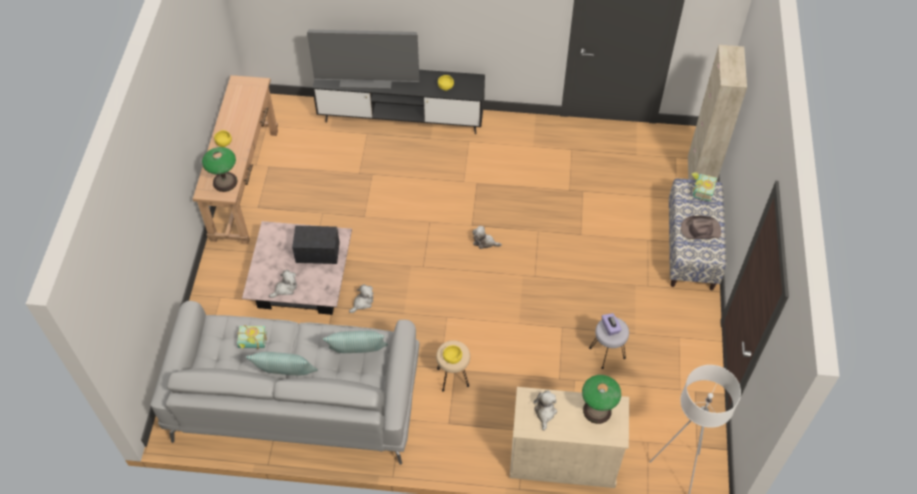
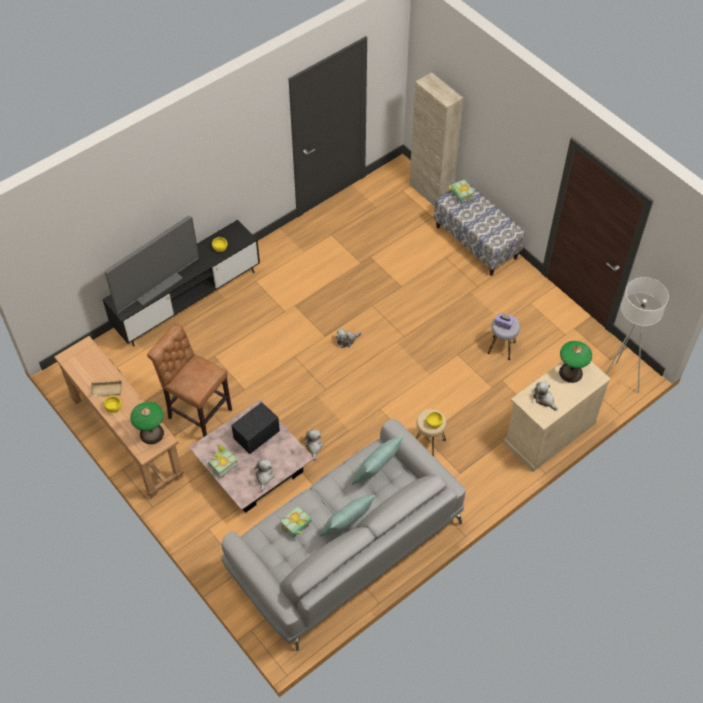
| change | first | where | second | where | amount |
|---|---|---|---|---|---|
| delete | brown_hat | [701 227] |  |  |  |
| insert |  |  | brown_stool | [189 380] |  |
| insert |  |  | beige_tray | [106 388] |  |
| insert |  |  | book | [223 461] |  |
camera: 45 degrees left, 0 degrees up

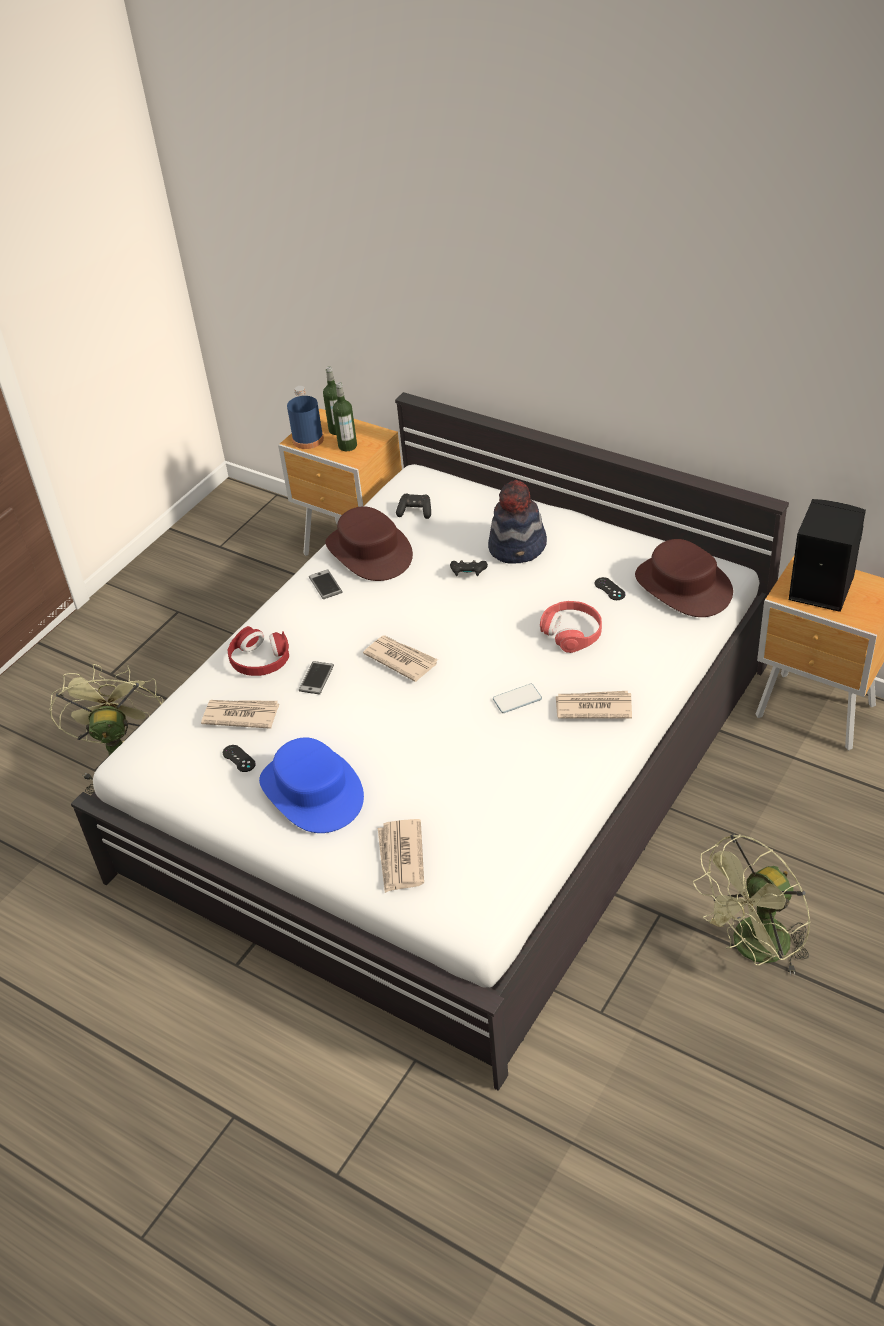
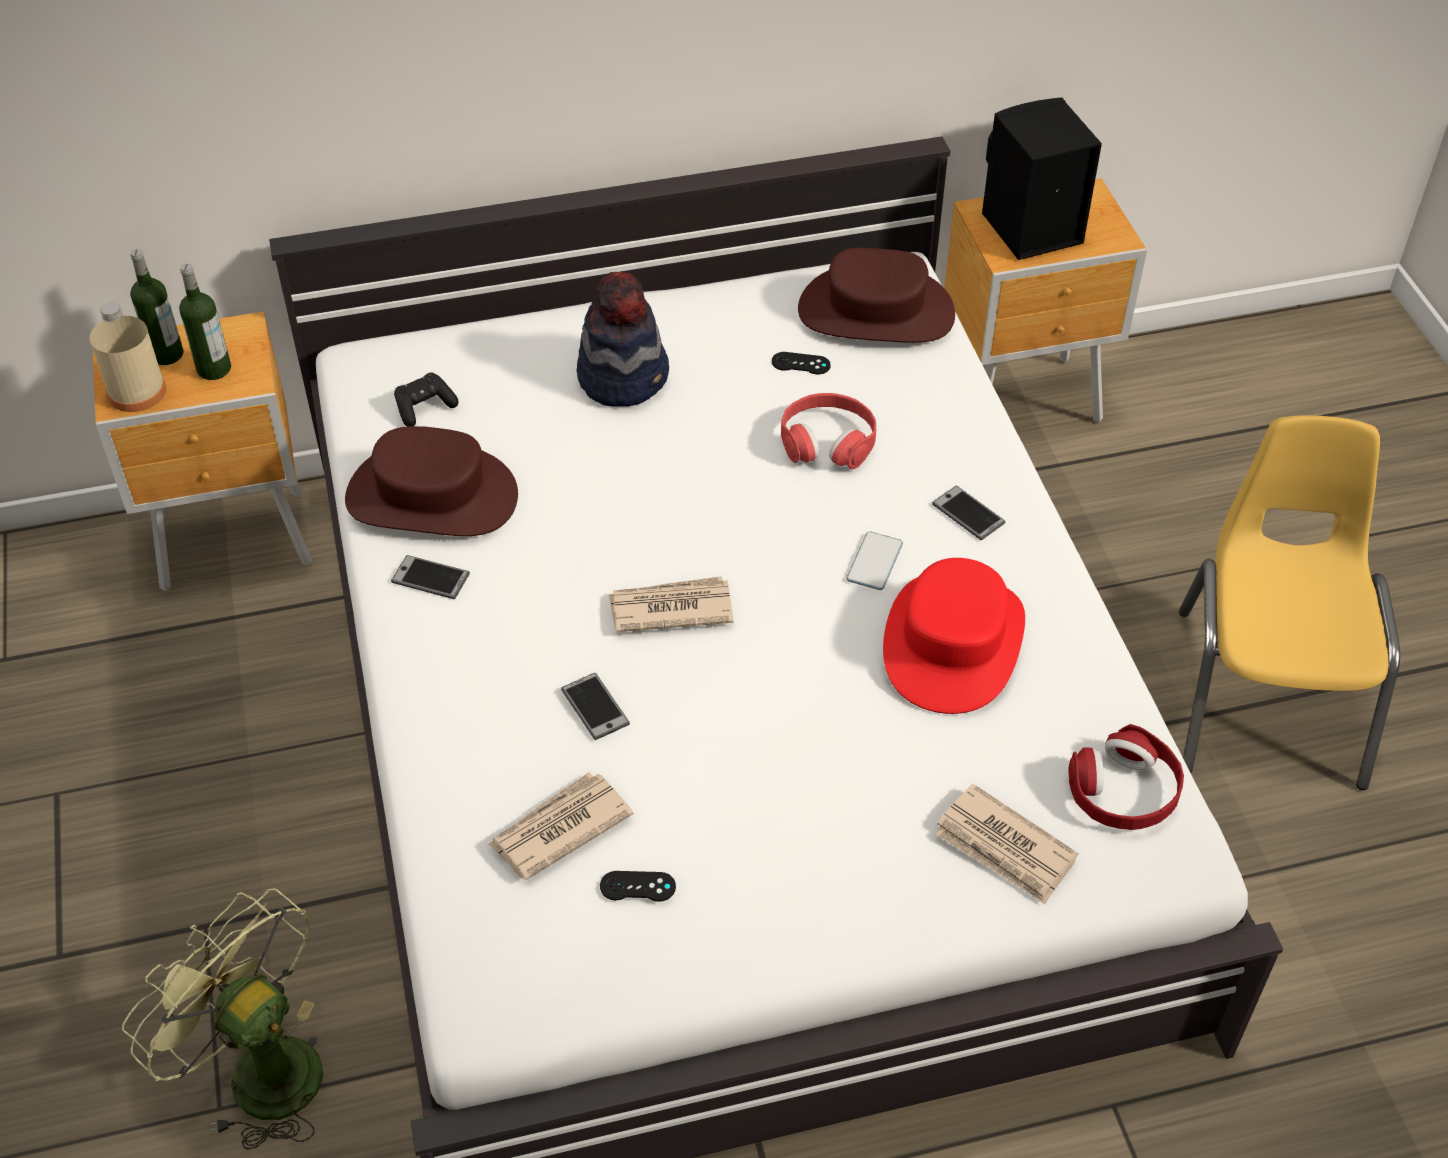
| change | first | where | second | where | amount |
|---|---|---|---|---|---|
| recolor | blue_bottle | [305 417] | beige_bottle | [127 357] |  |
| delete | black_game_controller | [469 568] |  |  |  |
| move | red_headphones | [258 651] |  | [1126 777] |  |
| replace | newspaper | [594 705] | phone | [968 513] |  |
| delete | blue_hat | [311 785] |  |  |  |
| replace | green_fan | [752 905] | yellow_chair | [1289 602] |  |
| insert |  |  | red_hat | [954 636] |  |
camera: 50 degrees left, 5 degrees up

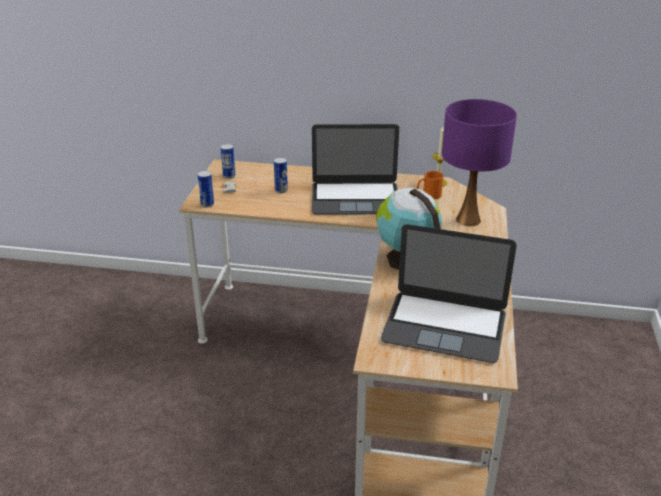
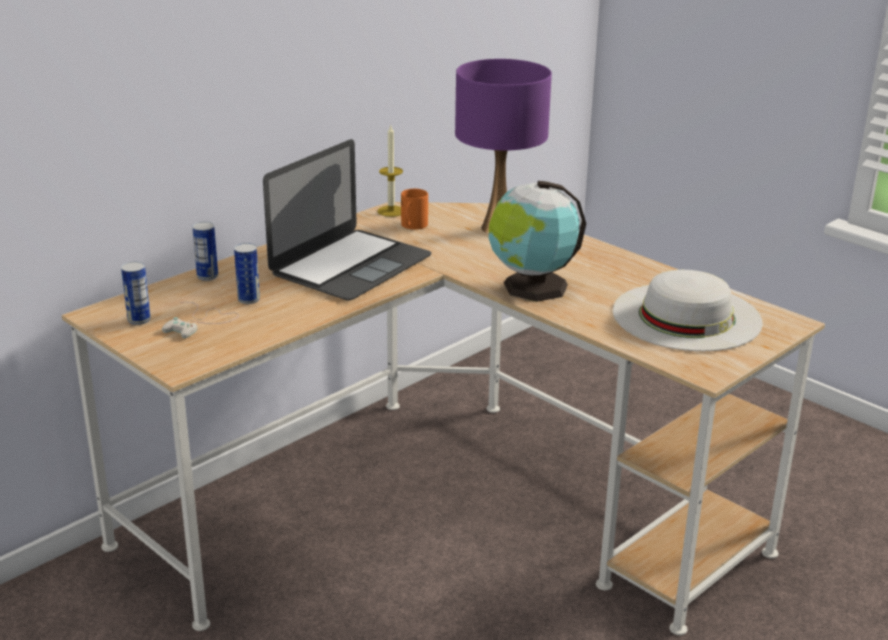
| change | first | where | second | where | amount |
|---|---|---|---|---|---|
| move | can | [206 189] |  | [205 251] |  |
| replace | laptop | [449 293] | white_hat | [688 310] |  |
camera: 55 degrees left, 5 degrees down

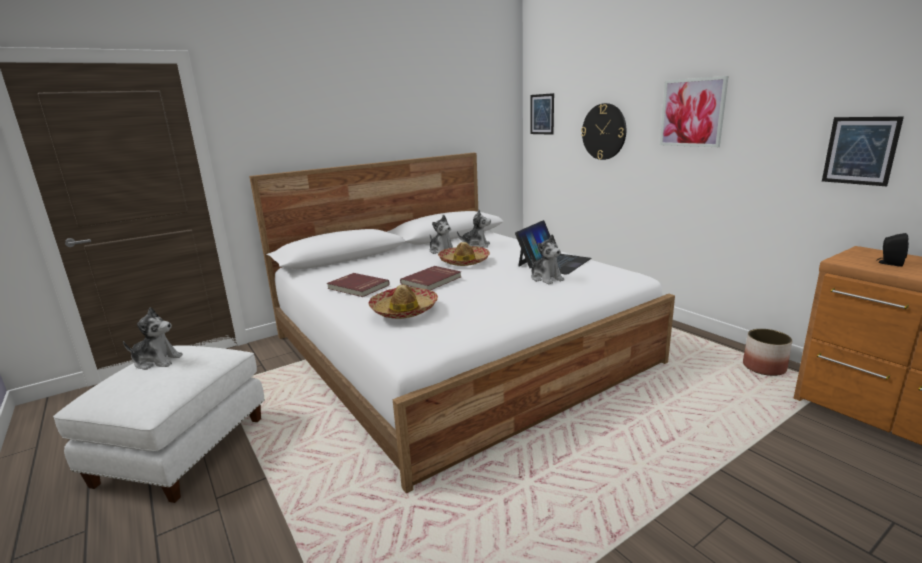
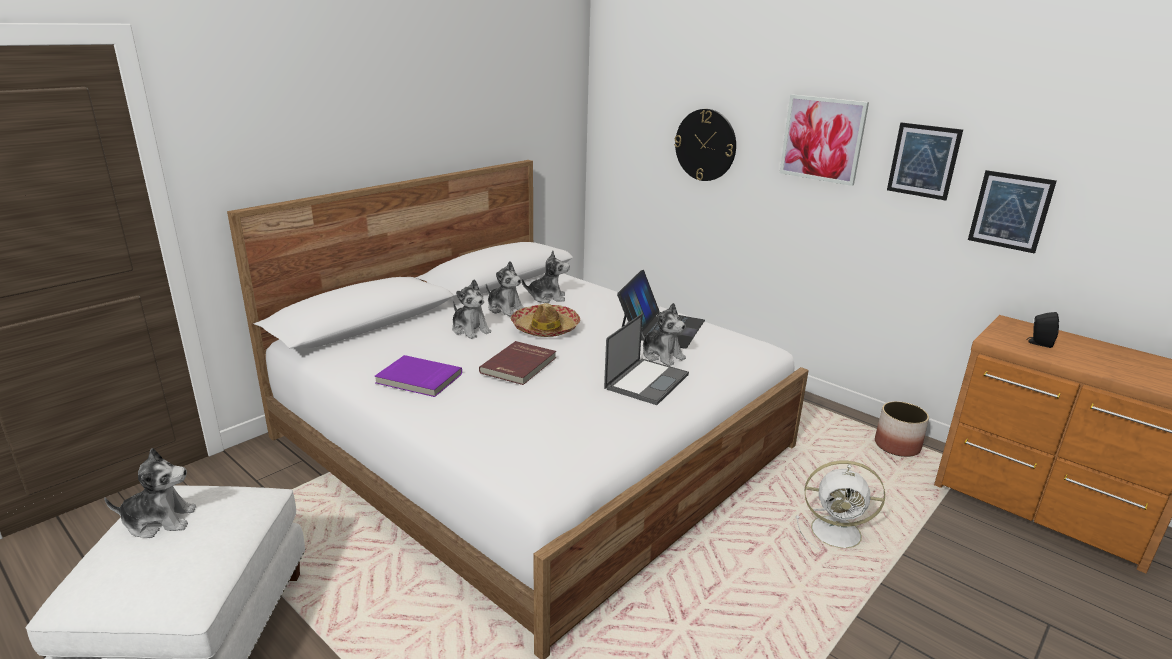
| change | first | where | second | where | amount |
|---|---|---|---|---|---|
| move | picture | [542 114] |  | [925 162] |  |
| recolor | red_book | [358 285] | purple_book | [418 376] |  |
| delete | hat | [403 302] |  |  |  |
| insert |  |  | plush_toy | [471 309] |  |
| insert |  |  | laptop | [646 359] |  |
| insert |  |  | white_fan | [840 505] |  |
camera: 15 degrees left, 5 degrees up

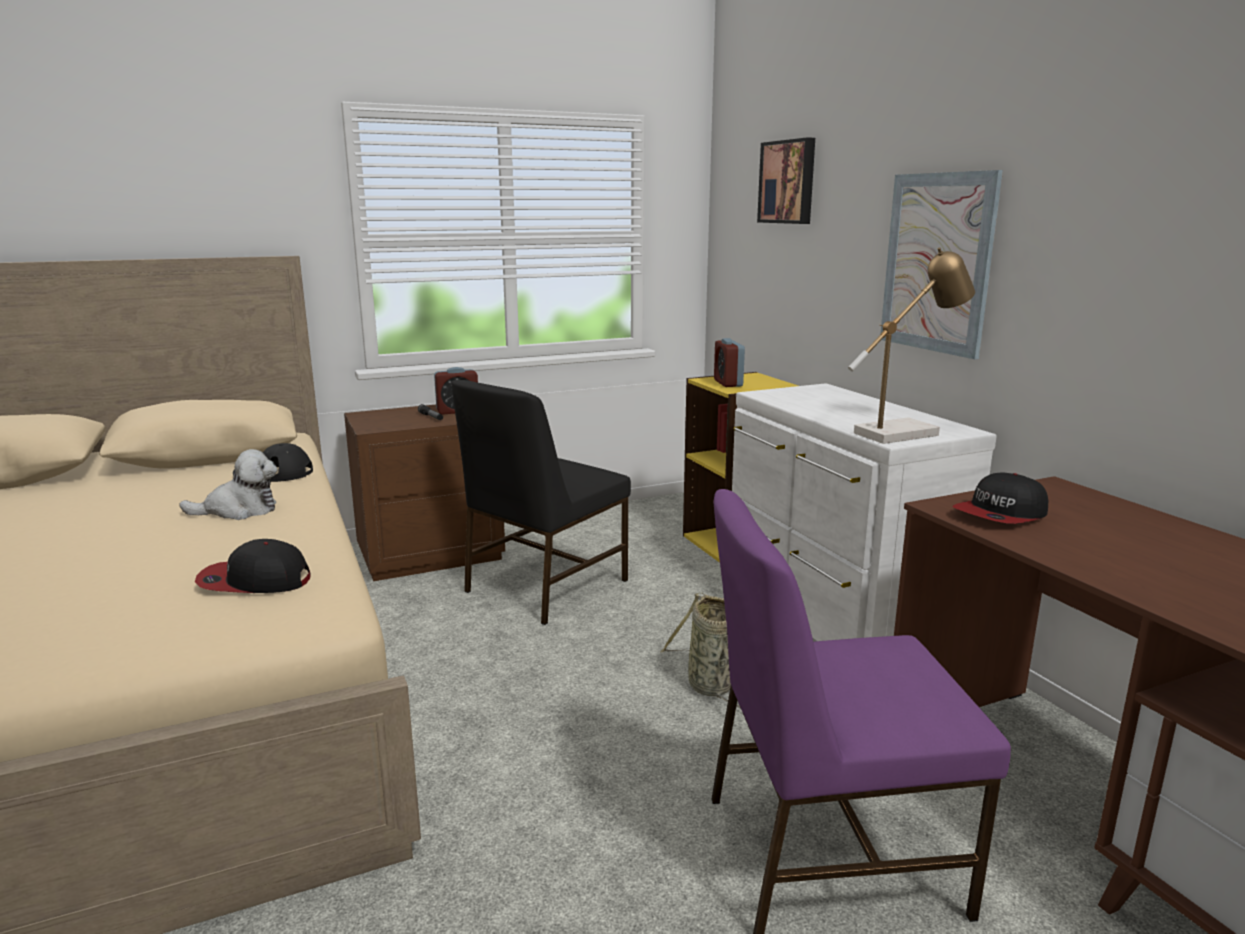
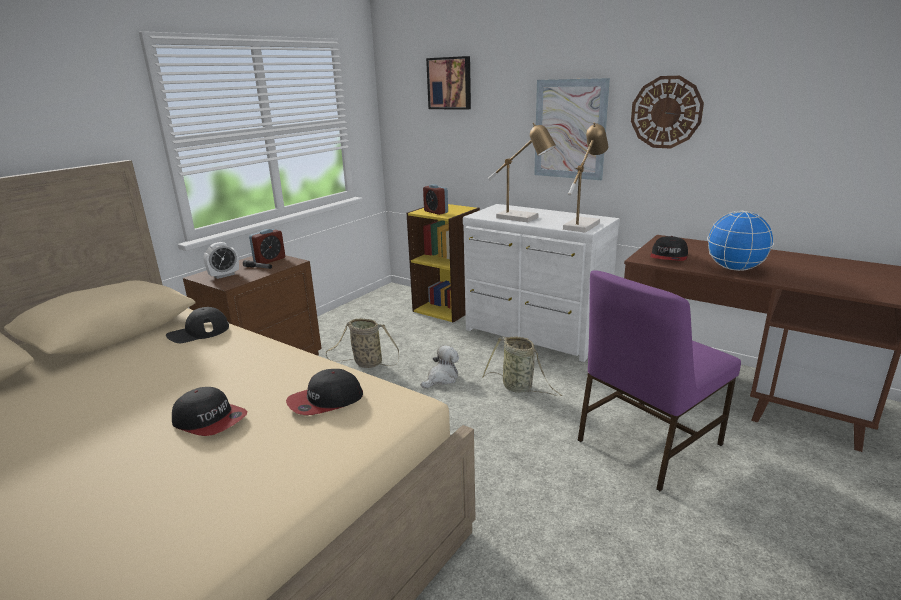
| change | first | where | second | where | amount |
|---|---|---|---|---|---|
| replace | black_chair | [541 502] | basket | [362 343] |  |
| move | plush_toy | [228 484] |  | [440 366] |  |
| insert |  |  | wall_clock | [667 112] |  |
| insert |  |  | table_lamp | [522 172] |  |
| insert |  |  | globe | [740 240] |  |
| insert |  |  | alarm_clock | [221 260] |  |
| insert |  |  | cap | [209 411] |  |
camera: 30 degrees left, 5 degrees up

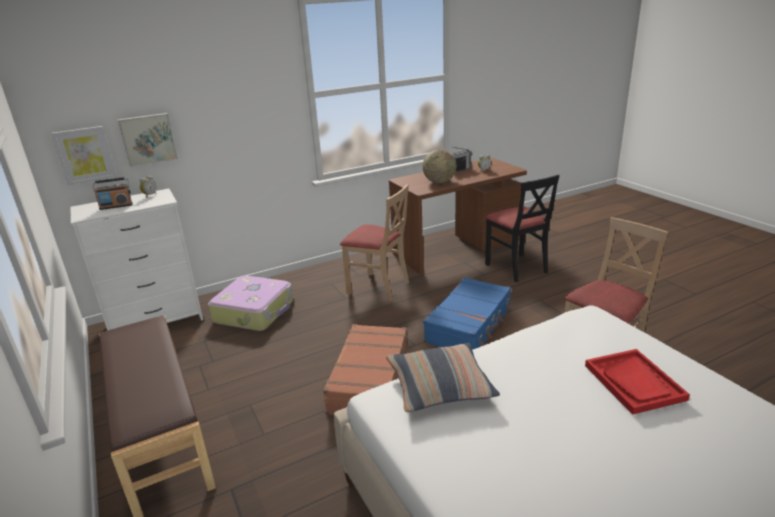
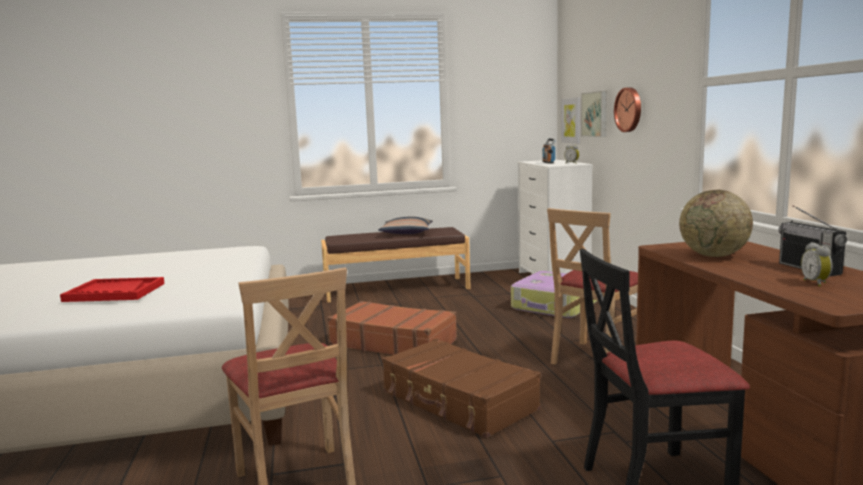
| change | first | where | second | where | amount |
|---|---|---|---|---|---|
| recolor | blue_suitcase | [467 313] | brown_suitcase | [461 388] |  |
| move | pillow | [443 377] |  | [405 225] |  |
| insert |  |  | wall_clock | [627 109] |  |
camera: 105 degrees right, 15 degrees down

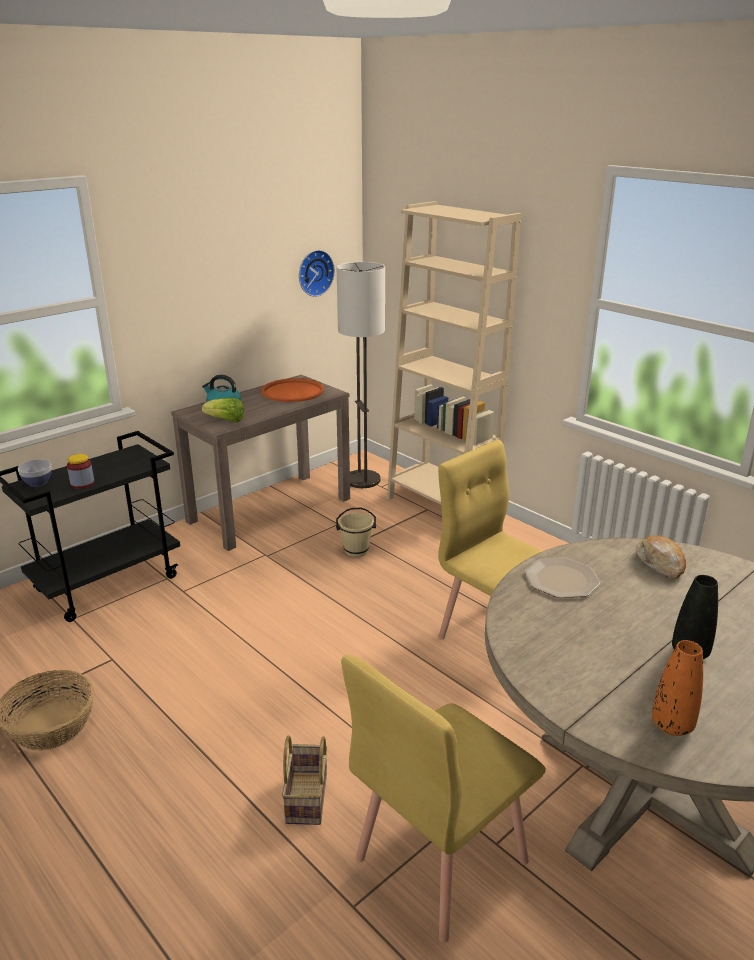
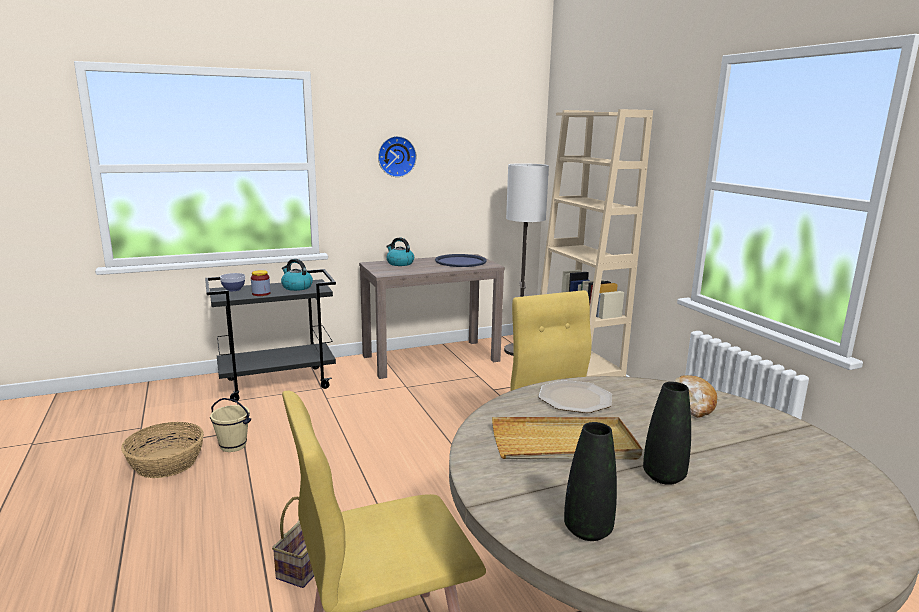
| change | first | where | second | where | amount |
|---|---|---|---|---|---|
| move | wall_clock | [317 273] |  | [397 156] |  |
| recolor | orange_tray | [292 390] | blue_tray | [461 260] |  |
| delete | lettuce | [223 410] |  |  |  |
| move | beige_bucket | [356 532] |  | [230 425] |  |
| recolor | orange_vase | [677 688] | black_vase | [590 481] |  |
| insert |  |  | kettle | [297 275] |  |
| insert |  |  | beige_tray | [567 438] |  |
camera: 20 degrees right, 10 degrees down

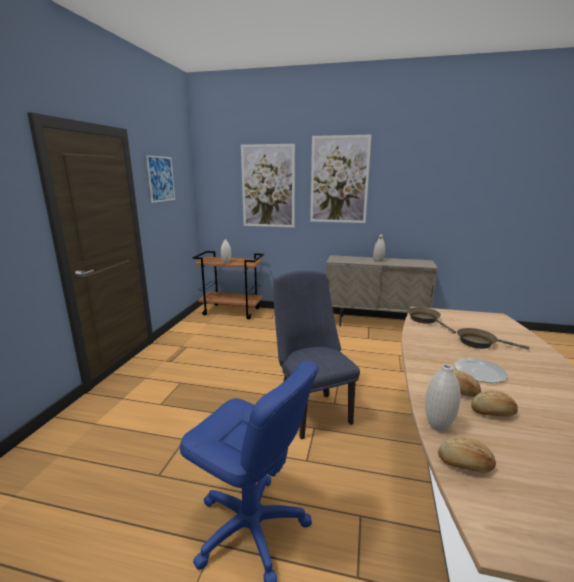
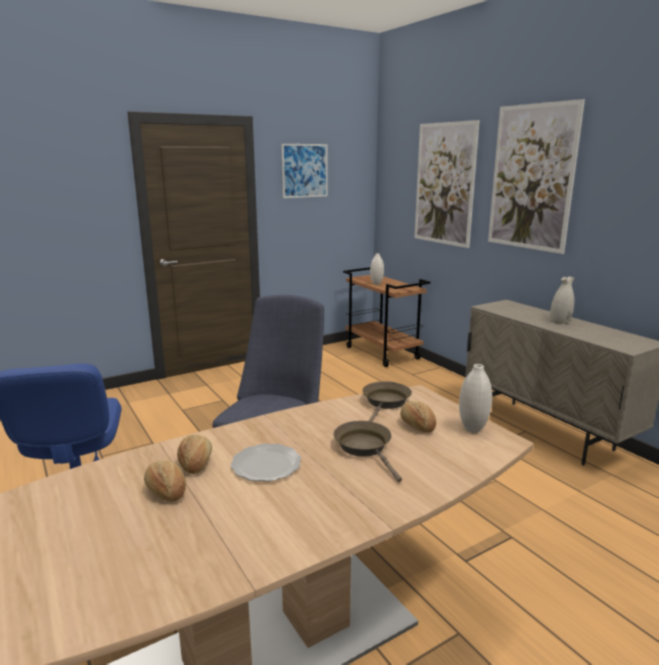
| change | first | where | second | where | amount |
|---|---|---|---|---|---|
| move | white_vase | [443 397] |  | [475 398] |  |
| move | bread | [467 454] |  | [418 417] |  |
camera: 45 degrees right, 0 degrees up

